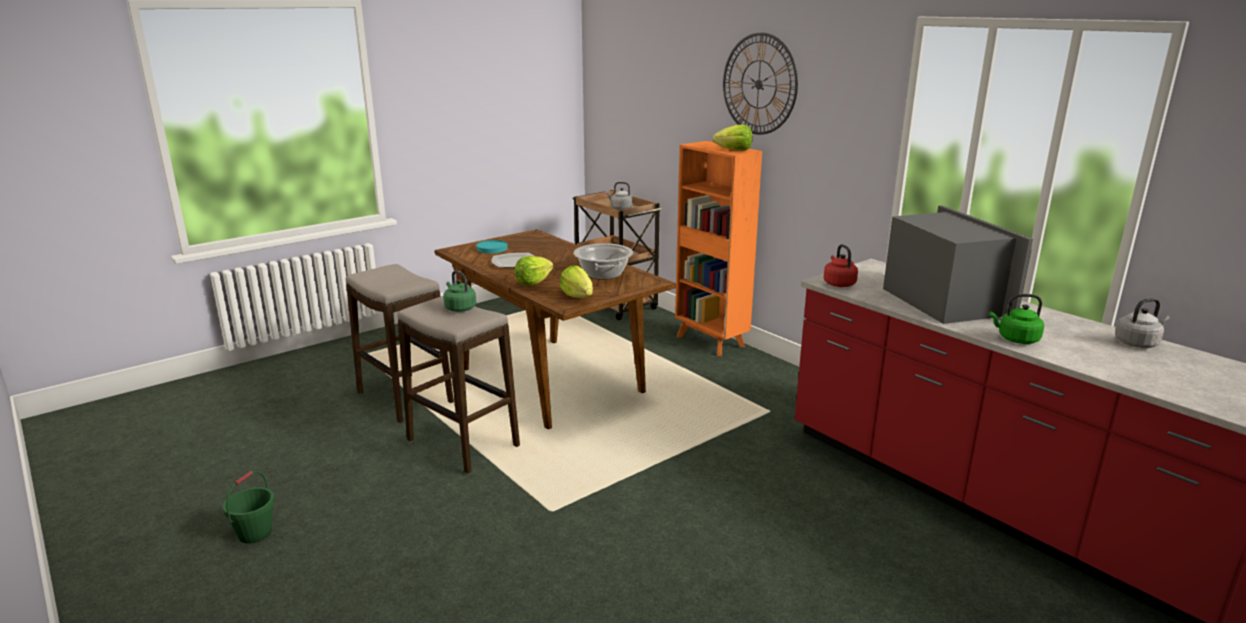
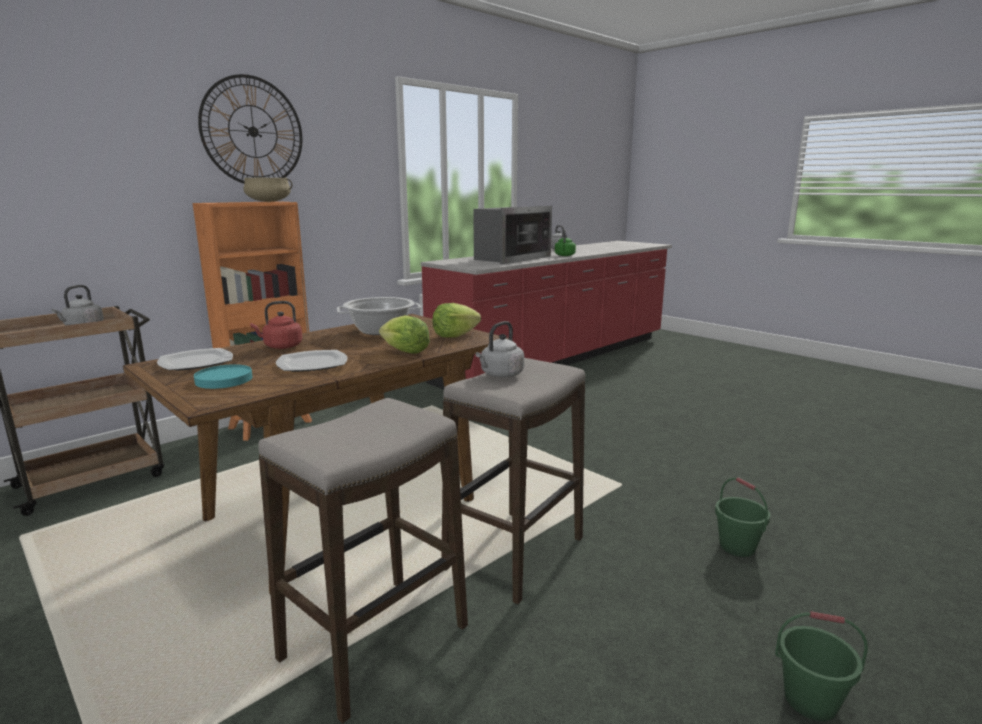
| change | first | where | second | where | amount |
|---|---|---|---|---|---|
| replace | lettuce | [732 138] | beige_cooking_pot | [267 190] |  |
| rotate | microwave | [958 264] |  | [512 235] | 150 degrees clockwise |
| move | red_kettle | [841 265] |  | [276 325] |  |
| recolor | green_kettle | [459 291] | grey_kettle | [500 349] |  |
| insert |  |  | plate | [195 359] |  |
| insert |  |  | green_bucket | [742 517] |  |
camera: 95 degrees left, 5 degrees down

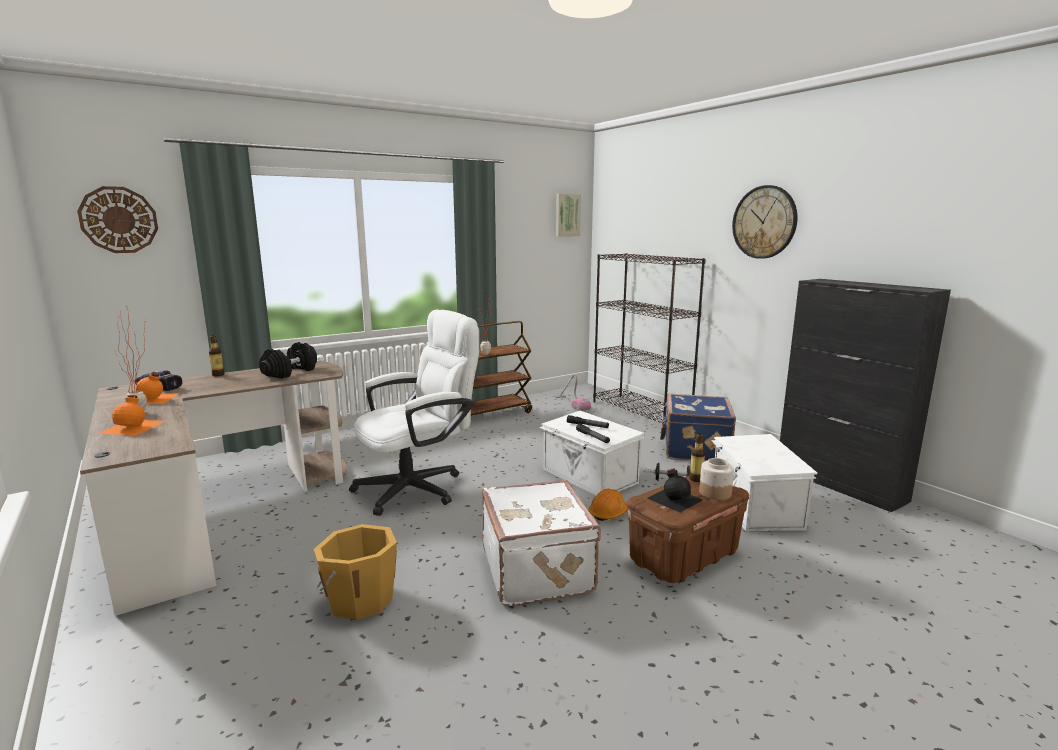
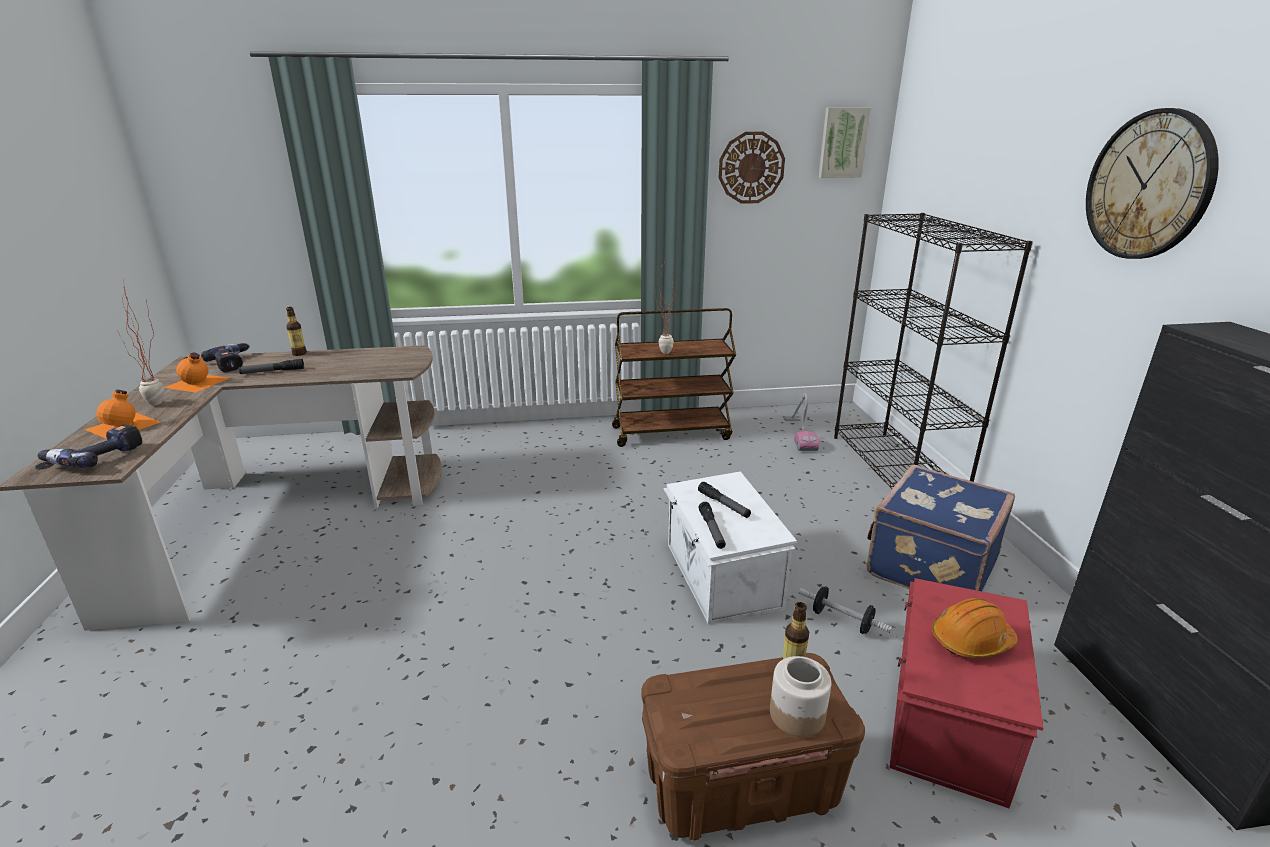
| change | first | where | second | where | amount |
|---|---|---|---|---|---|
| move | wall_clock | [117 219] |  | [752 168] |  |
| delete | white_office_chair | [414 413] |  |  |  |
| delete | black_dumbbell | [288 360] |  |  |  |
| recolor | white_storage_box | [764 482] | red_storage_box | [966 693] |  |
| delete | black_bottle | [675 490] |  |  |  |
| delete | white_suitcase | [541 543] |  |  |  |
| move | orange_hard_hat | [608 505] |  | [975 628] |  |
| delete | orange_bucket | [355 572] |  |  |  |
| insert |  |  | flashlight | [271 366] |  |
| insert |  |  | power_drill | [89 446] |  |
camera: 25 degrees right, 10 degrees up

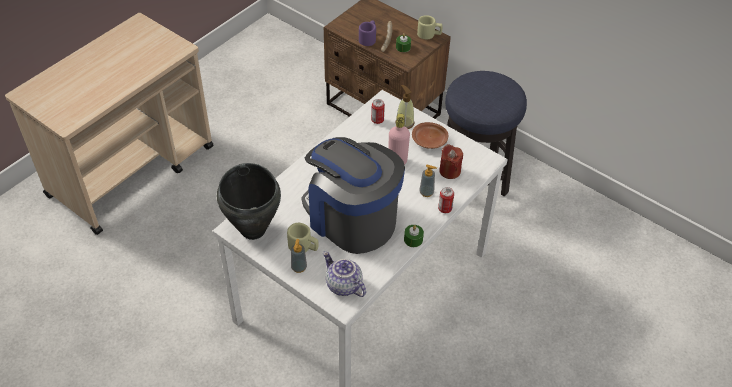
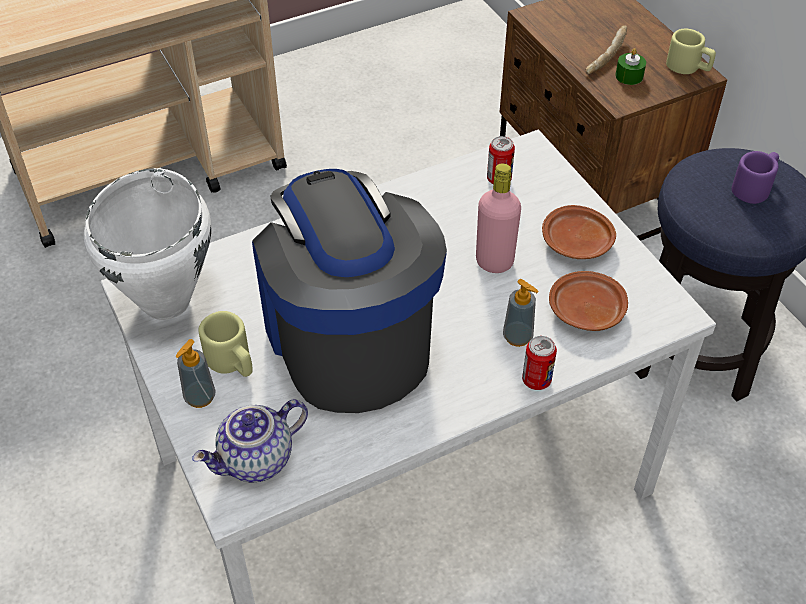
| change | first | where | second | where | amount |
|---|---|---|---|---|---|
| move | purple_mug | [367 33] |  | [755 177] |  |
| delete | soap_dispenser | [405 107] |  |  |  |
| replace | red_candle | [451 161] | brown_plate | [588 301] |  |
| recolor | black_cooking_pot | [249 201] | white_cooking_pot | [147 244] |  |
| delete | green_candle | [414 236] |  |  |  |
| rotate | teapot | [344 274] |  | [250 440] | 105 degrees counterclockwise |
camera: 25 degrees right, 0 degrees up

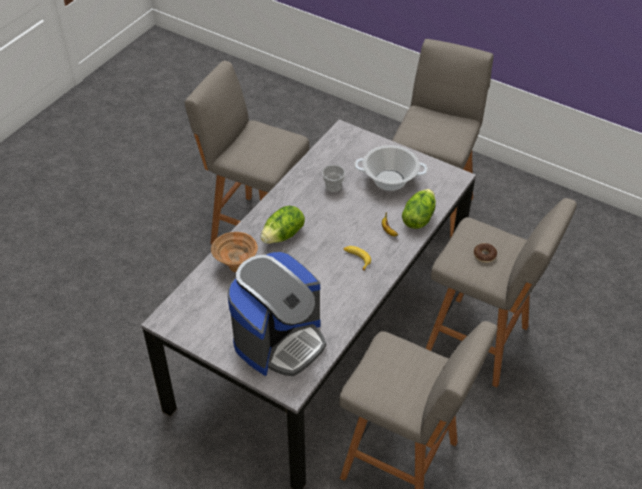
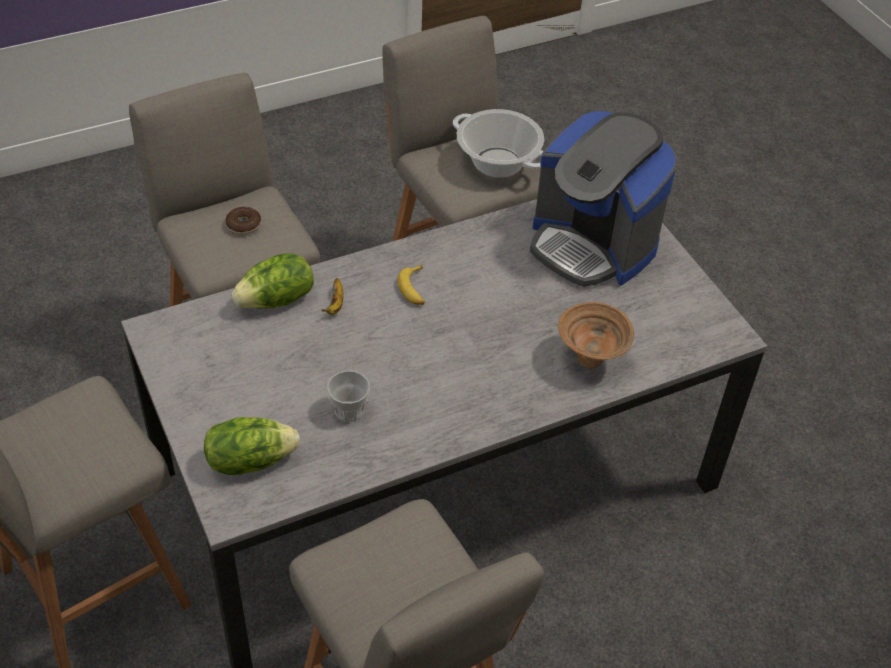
| change | first | where | second | where | amount |
|---|---|---|---|---|---|
| move | cooking_pot | [391 168] |  | [498 143] |  |
| move | lettuce | [282 225] |  | [252 446] |  |
| rotate | coffee_machine | [277 314] |  | [604 199] | 120 degrees counterclockwise |
camera: 150 degrees left, 0 degrees up

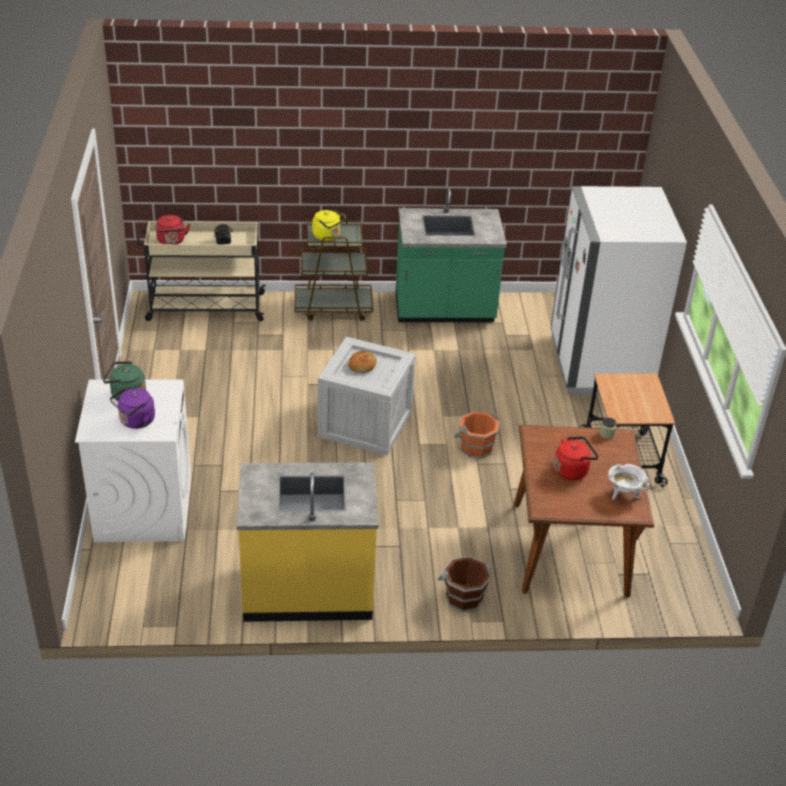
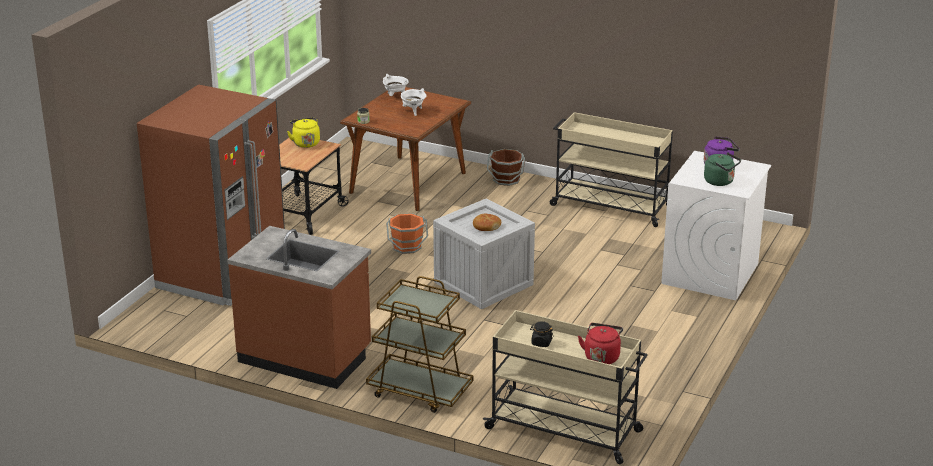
| change | first | where | second | where | amount |
|---|---|---|---|---|---|
| recolor | white_fridge | [619 290] | brown_fridge | [211 195] |  |
| recolor | green_counter | [451 254] | brown_counter | [299 307] |  |
| move | yellow_kettle | [329 225] |  | [303 132] |  |
| replace | red_kettle | [576 458] | white_cooking_pot | [414 102] |  |
| replace | yellow_counter | [307 542] | beige_cart | [611 169] |  |
camera: 150 degrees left, 10 degrees down

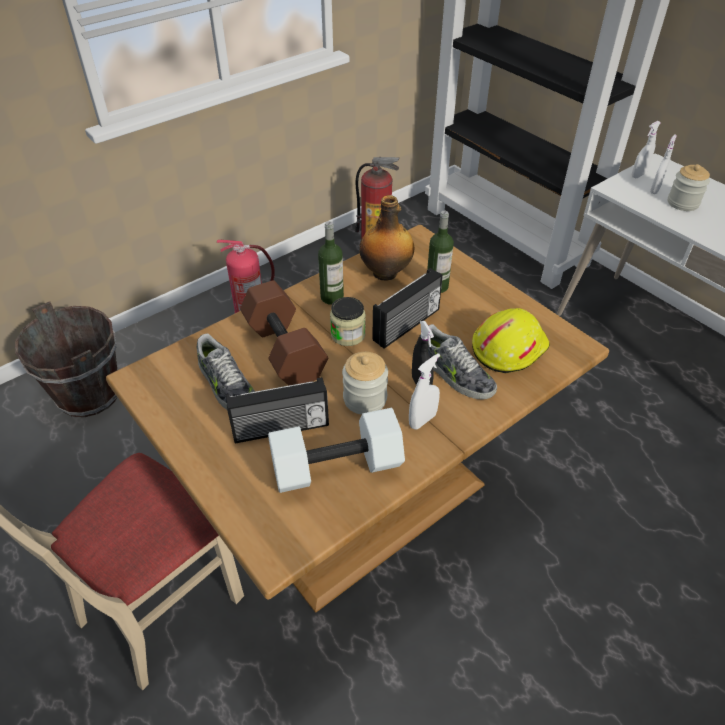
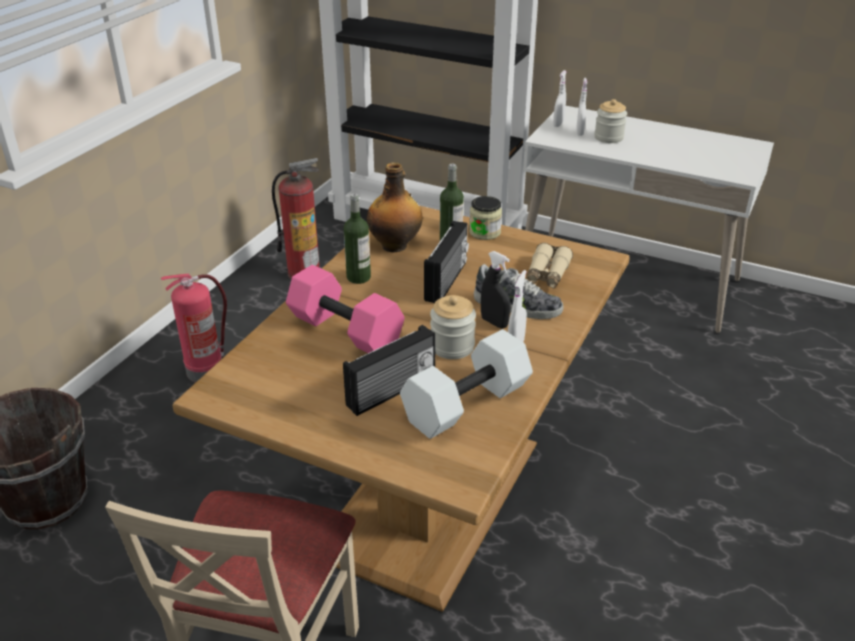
| change | first | where | second | where | amount |
|---|---|---|---|---|---|
| recolor | brown_dumbbell | [284 333] | pink_dumbbell | [345 309] |  |
| move | jar | [348 321] |  | [485 218] |  |
| replace | yellow_hard_hat | [511 340] | beige_binoculars | [549 265] |  |
| delete | shoe | [226 371] |  |  |  |
camera: 25 degrees left, 10 degrees down

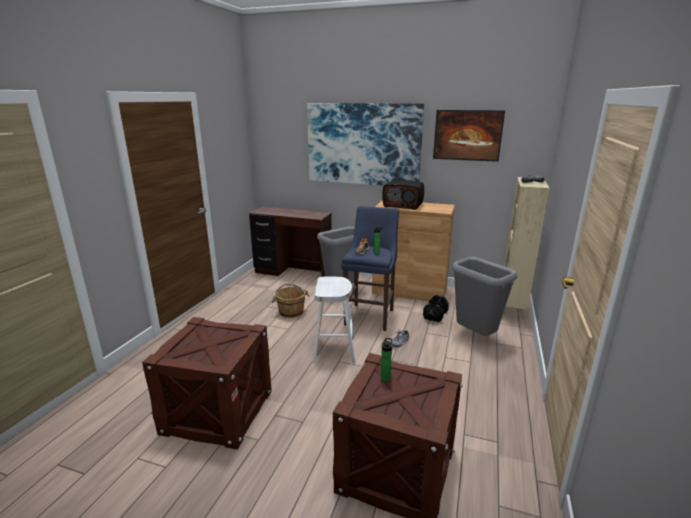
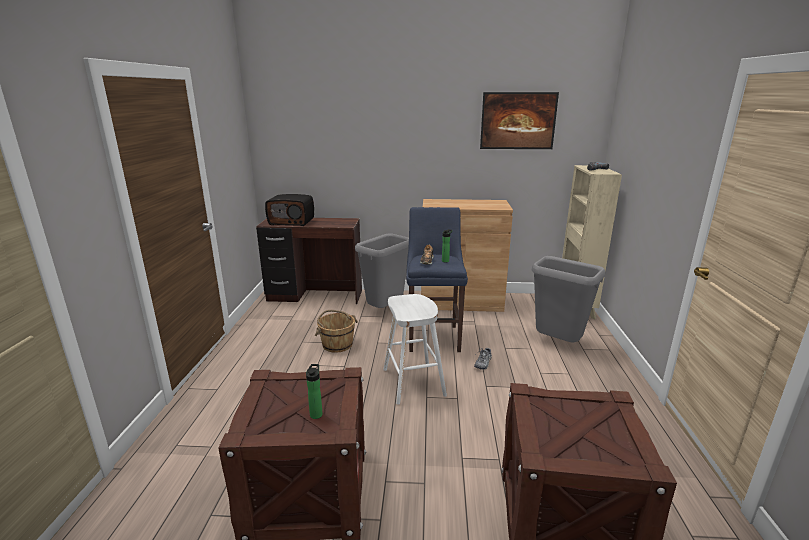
| change | first | where | second | where | amount |
|---|---|---|---|---|---|
| delete | picture | [365 144] |  |  |  |
| move | radio | [403 195] |  | [289 210] |  |
| delete | black_dumbbell | [436 308] |  |  |  |
| move | bottle | [386 360] |  | [314 391] |  |
camera: 15 degrees left, 0 degrees up

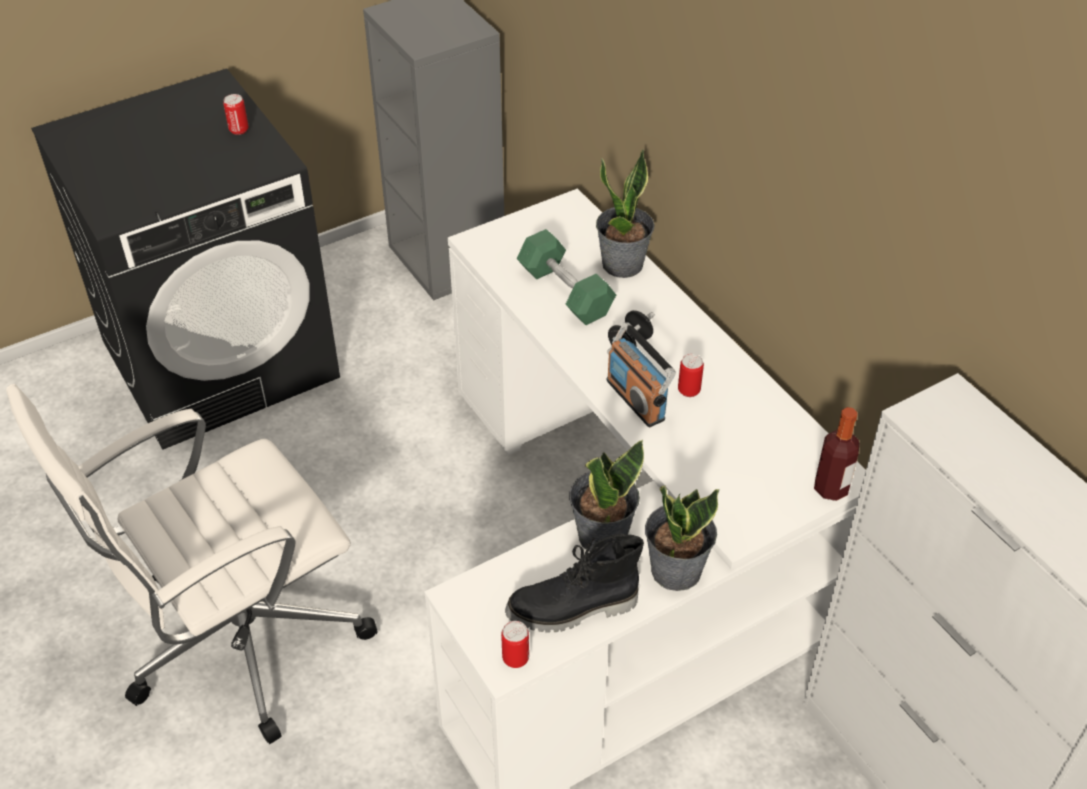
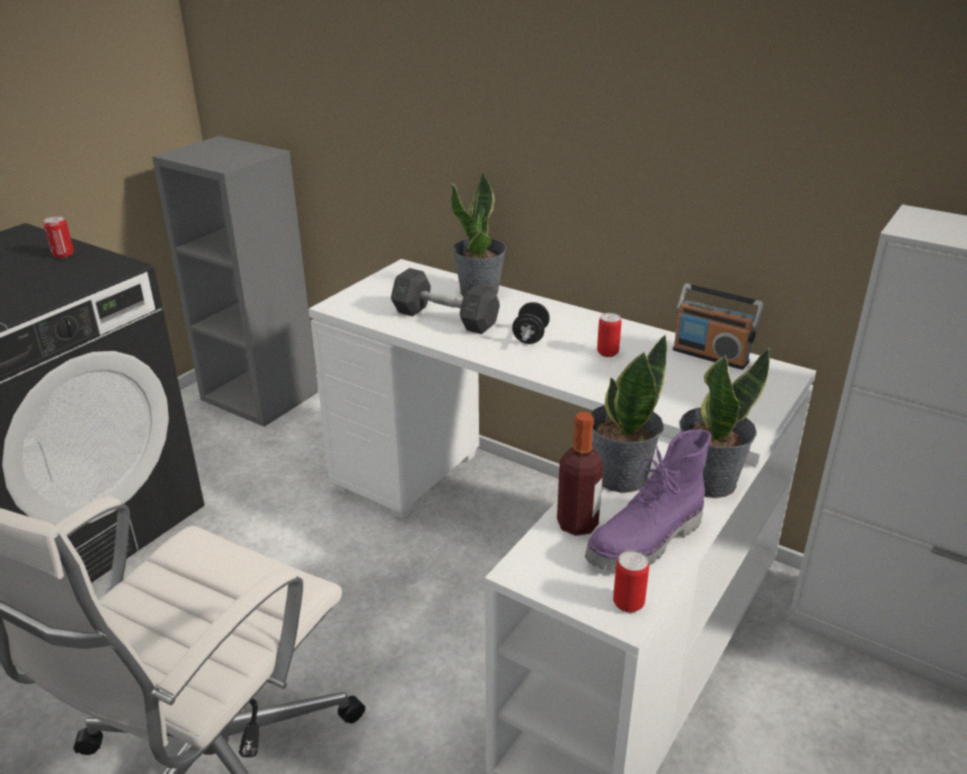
| change | first | where | second | where | amount |
|---|---|---|---|---|---|
| recolor | green_dumbbell | [566 277] | grey_dumbbell | [445 301] |  |
| move | radio | [641 374] |  | [718 326] |  |
| move | bottle | [837 454] |  | [580 474] |  |
| recolor | black_boot | [574 583] | purple_boot | [648 500] |  |
camera: 25 degrees left, 15 degrees down

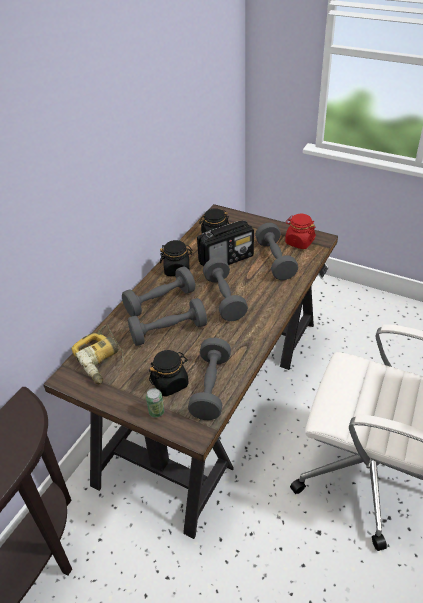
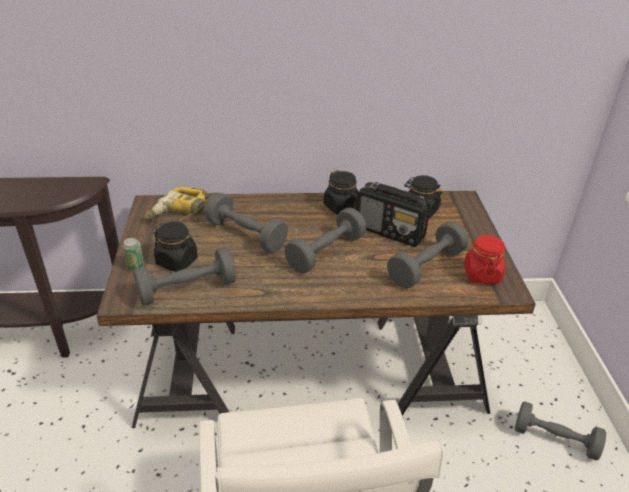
| change | first | where | second | where | amount |
|---|---|---|---|---|---|
| move | grey_dumbbell | [158 291] |  | [560 430] |  |
camera: 55 degrees right, 5 degrees down

